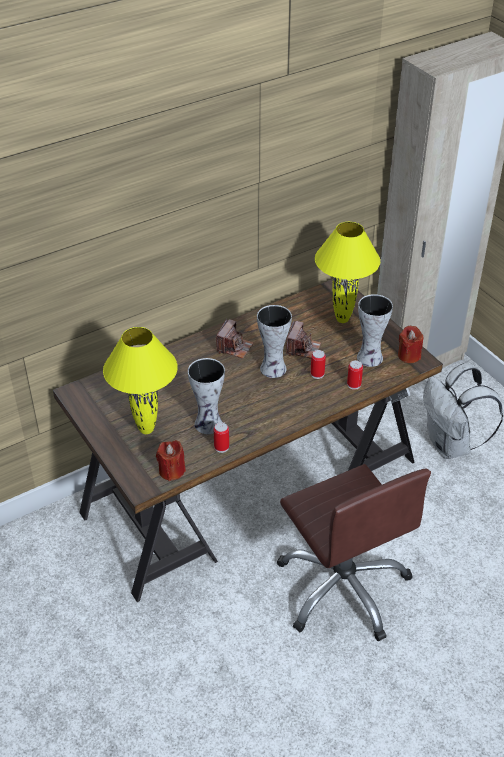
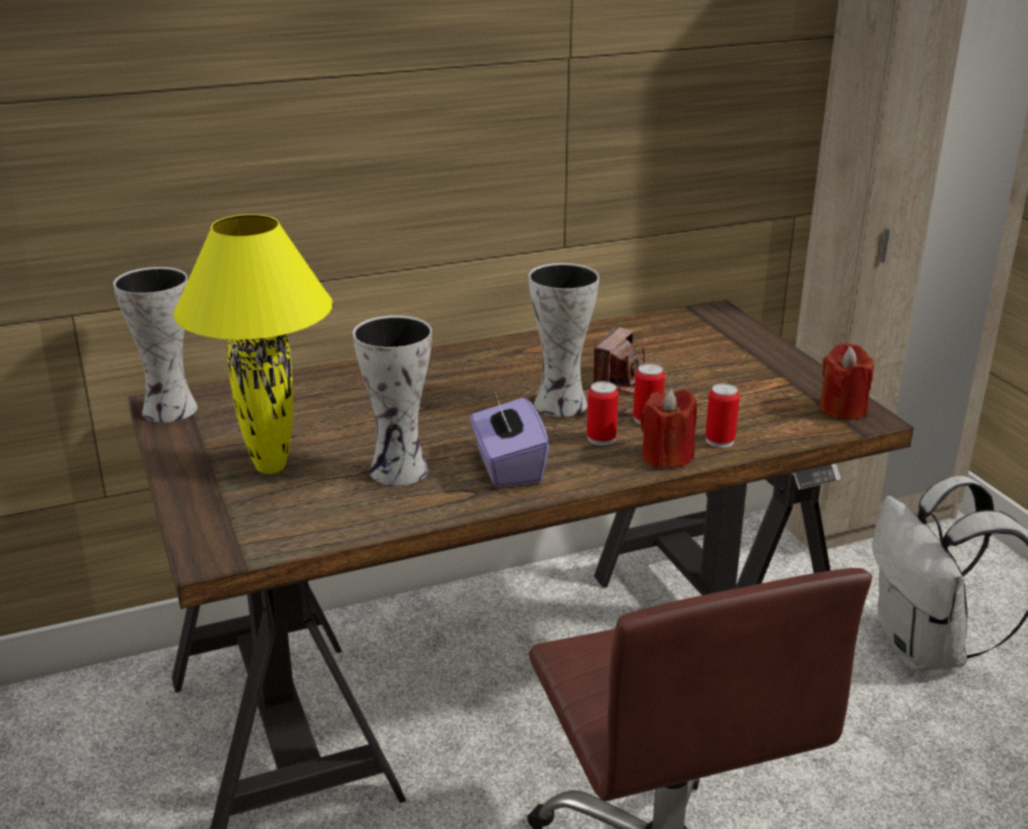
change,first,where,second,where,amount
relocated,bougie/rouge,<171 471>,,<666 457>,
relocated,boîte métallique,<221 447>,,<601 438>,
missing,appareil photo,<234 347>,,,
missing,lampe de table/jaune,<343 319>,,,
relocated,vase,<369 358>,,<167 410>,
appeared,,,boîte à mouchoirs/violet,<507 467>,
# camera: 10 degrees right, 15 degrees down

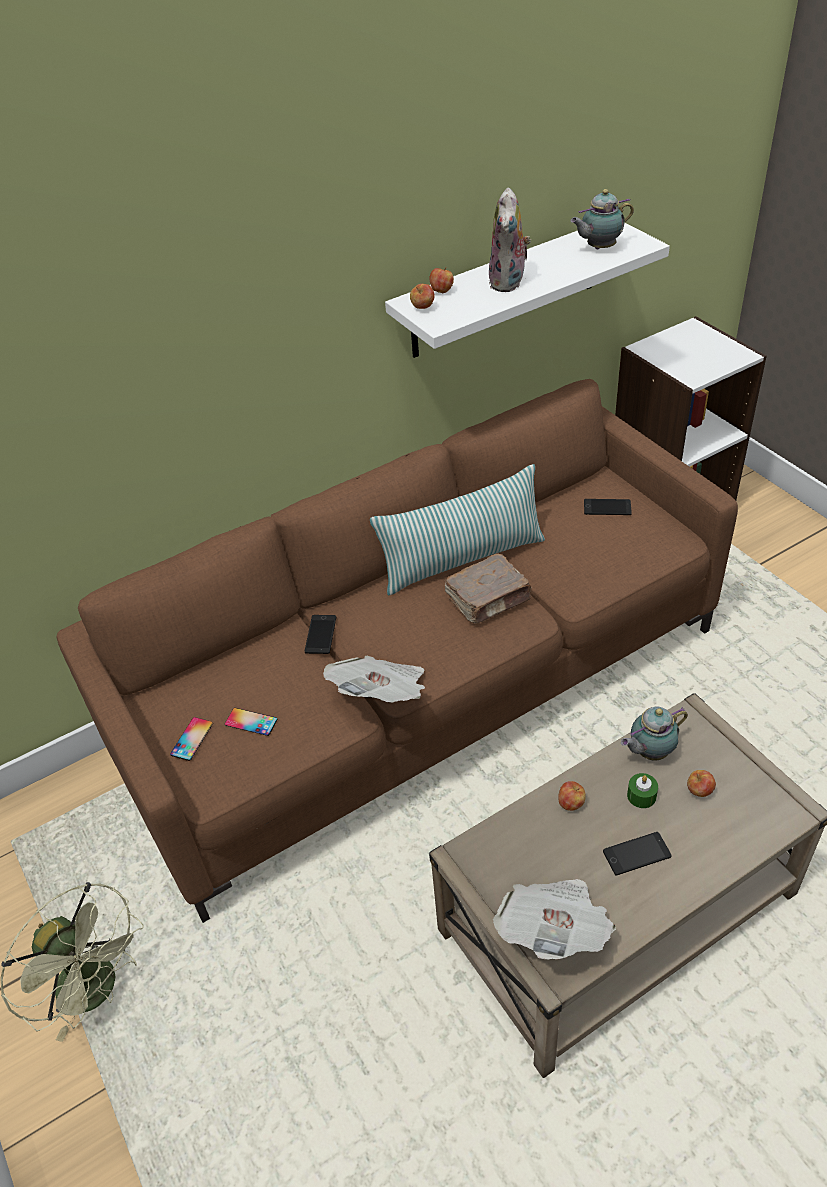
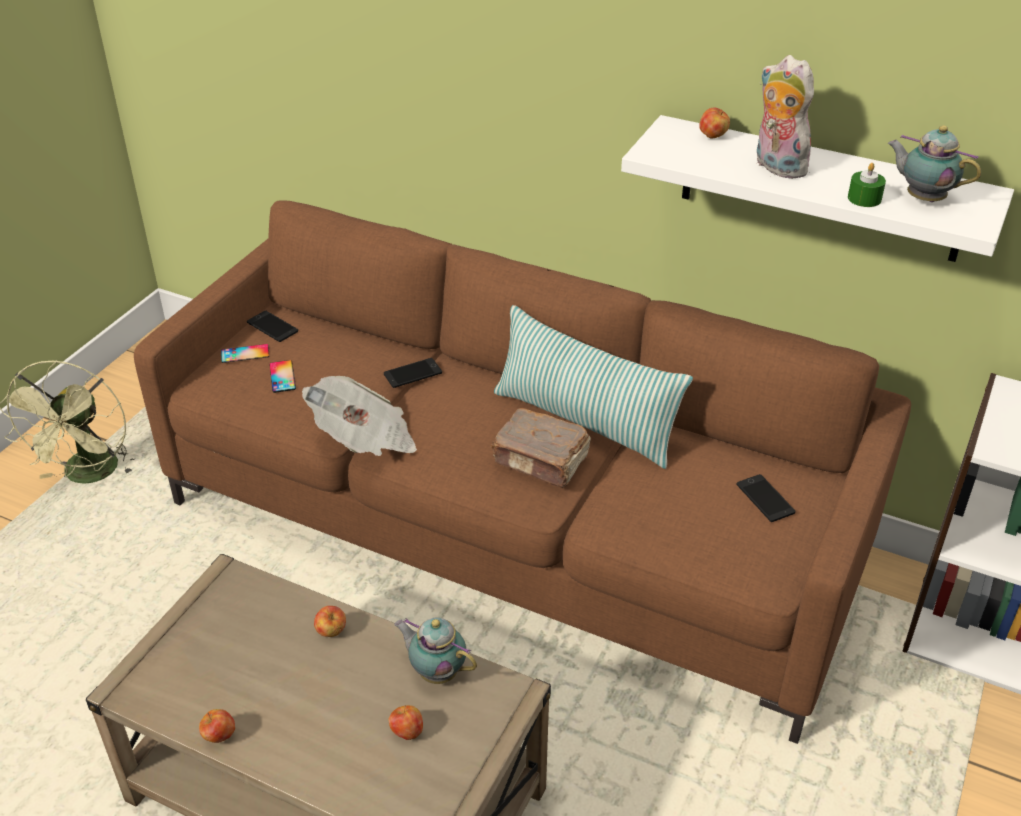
change,first,where,second,where,amount
relocated,pomme,<423 308>,,<219 736>,
spun,peluche,<509 282>,,<776 167>,75 degrees clockwise
missing,journal,<554 930>,,,
relocated,téléphone,<637 854>,,<272 327>,
relocated,bougie/vert,<641 796>,,<864 198>,
# camera: 55 degrees right, 5 degrees down

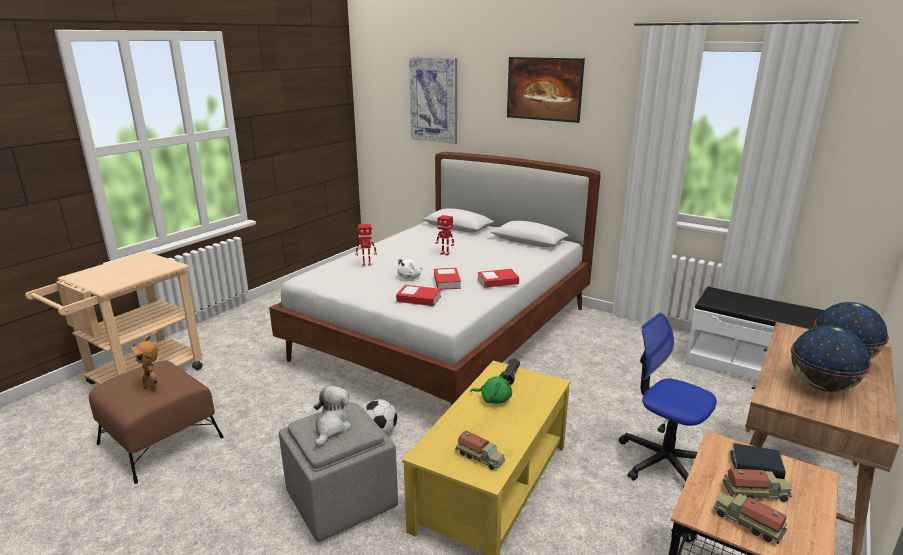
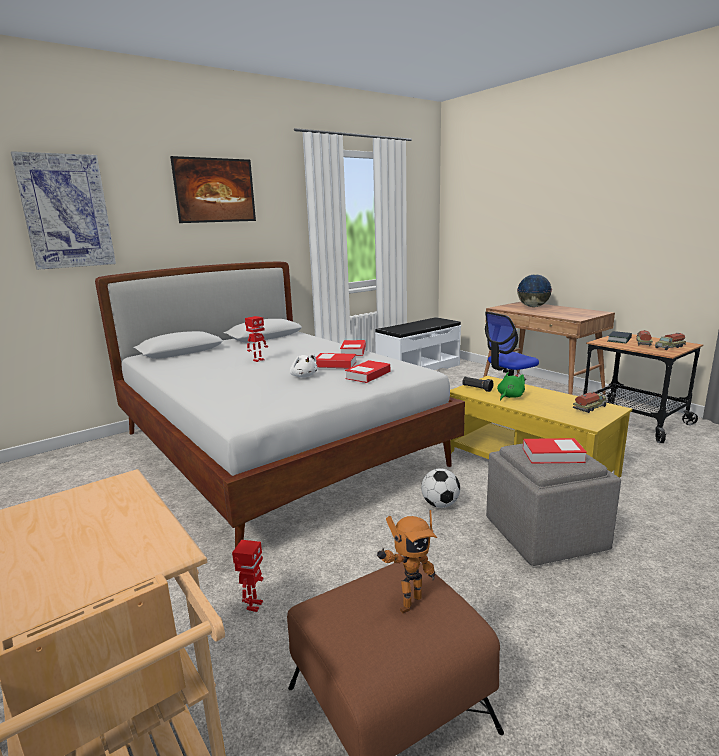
change,first,where,second,where,amount
exchanged,peluche,<331 428>,livre,<553 455>,
relocated,robot jouet,<366 264>,,<253 605>,
missing,globe,<821 386>,,,
# camera: 70 degrees left, 5 degrees down

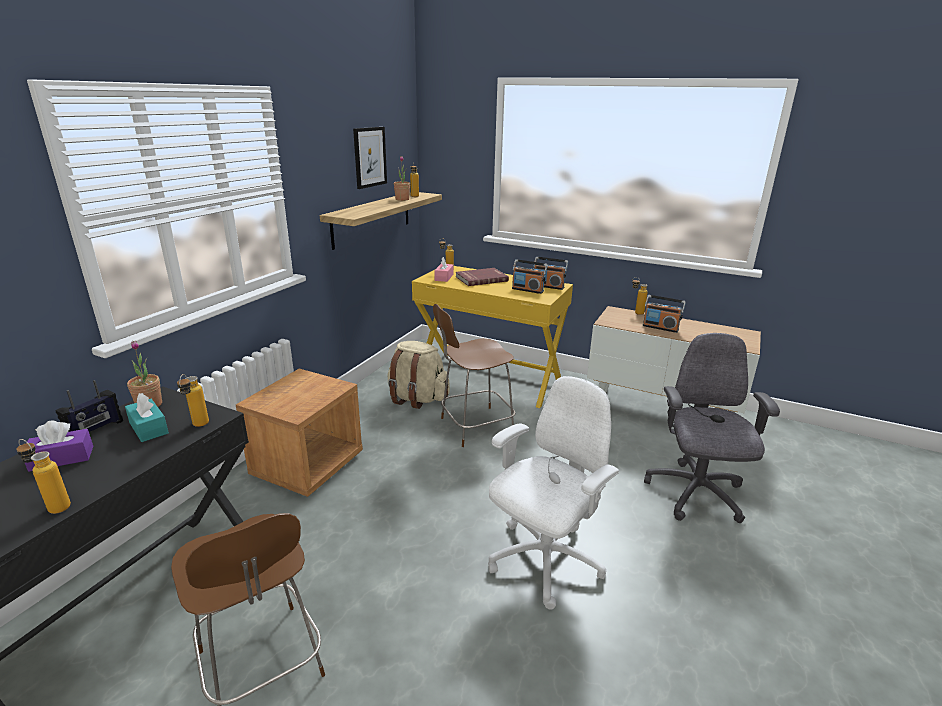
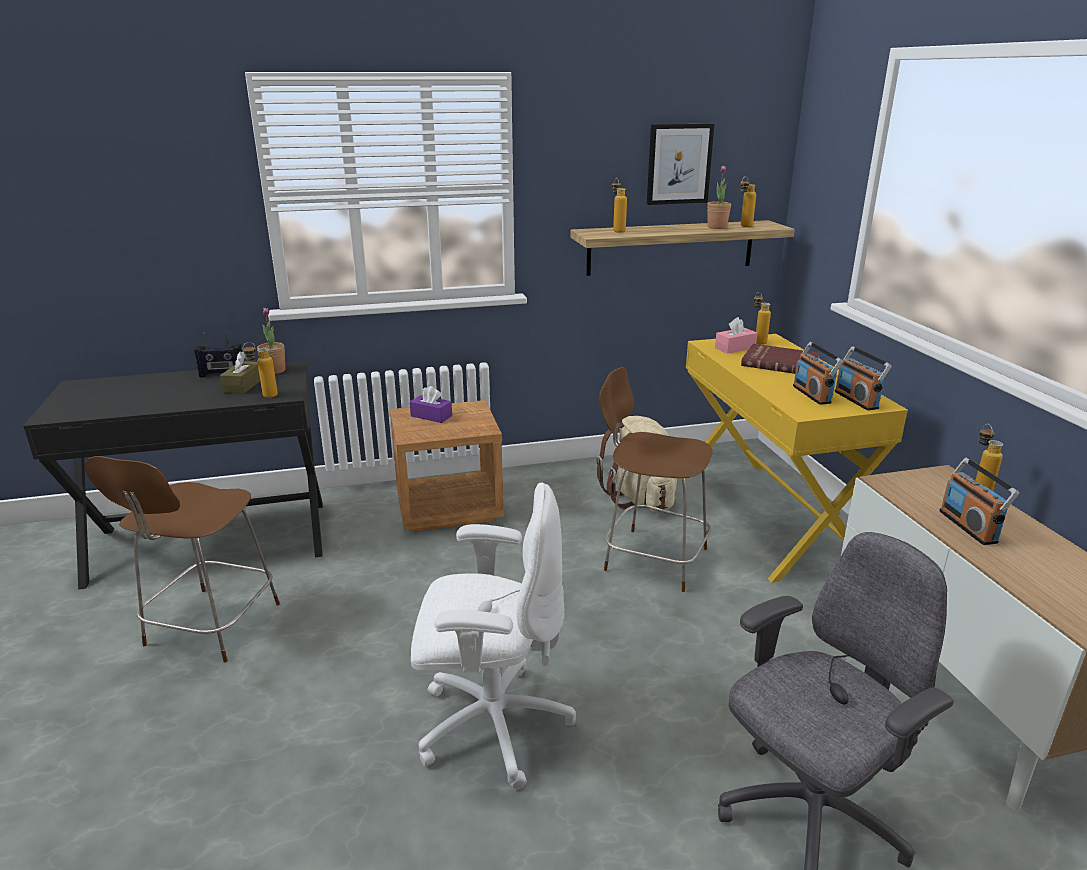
change,first,where,second,where,amount
relocated,bouteille,<54 506>,,<617 230>,
relocated,boîte à mouchoirs/violet,<62 458>,,<431 416>,
colour,boîte à mouchoirs/turquoise,<148 428>,boîte à mouchoirs/marron,<243 385>,
# camera: 50 degrees right, 0 degrees up

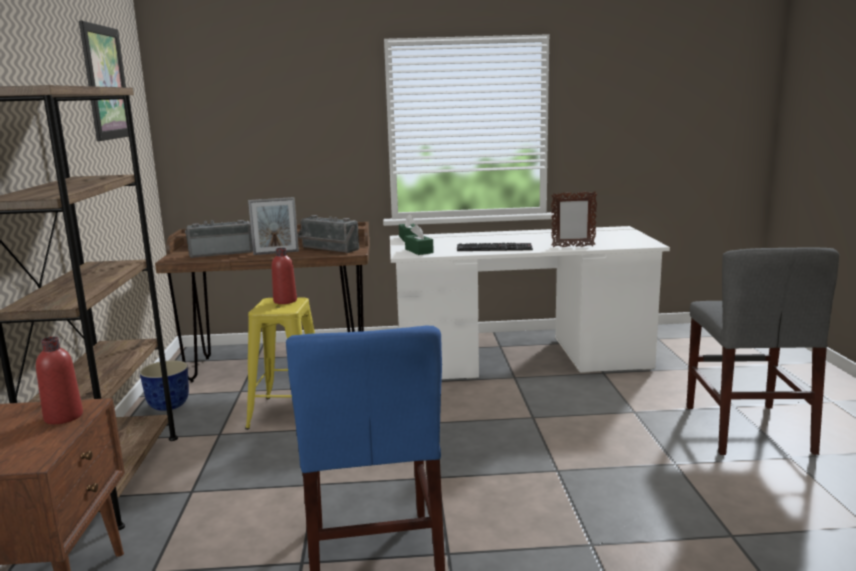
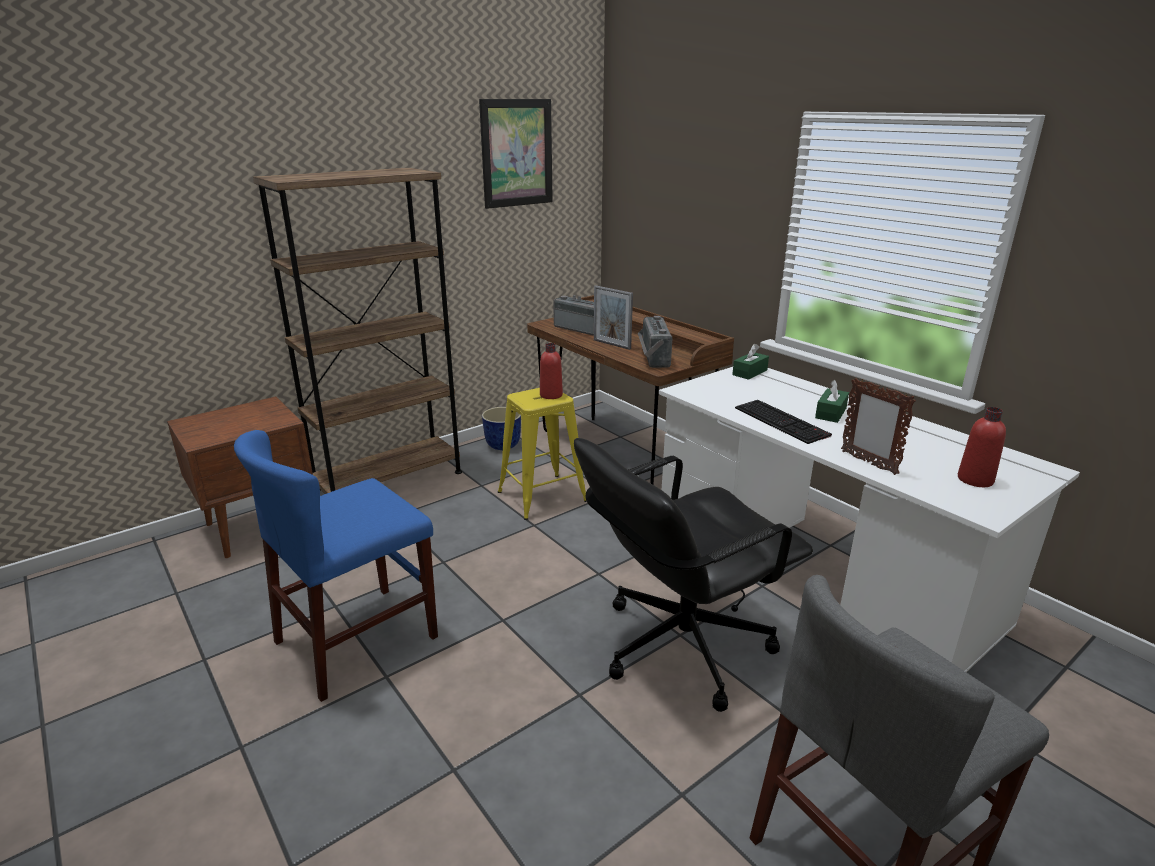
change,first,where,second,where,amount
relocated,bouteille/rouge,<63 417>,,<975 480>,
relocated,boîte à mouchoirs/vert,<419 251>,,<830 413>,
appeared,,,chaise de bureau/noir,<681 644>,
# camera: 55 degrees right, 10 degrees up

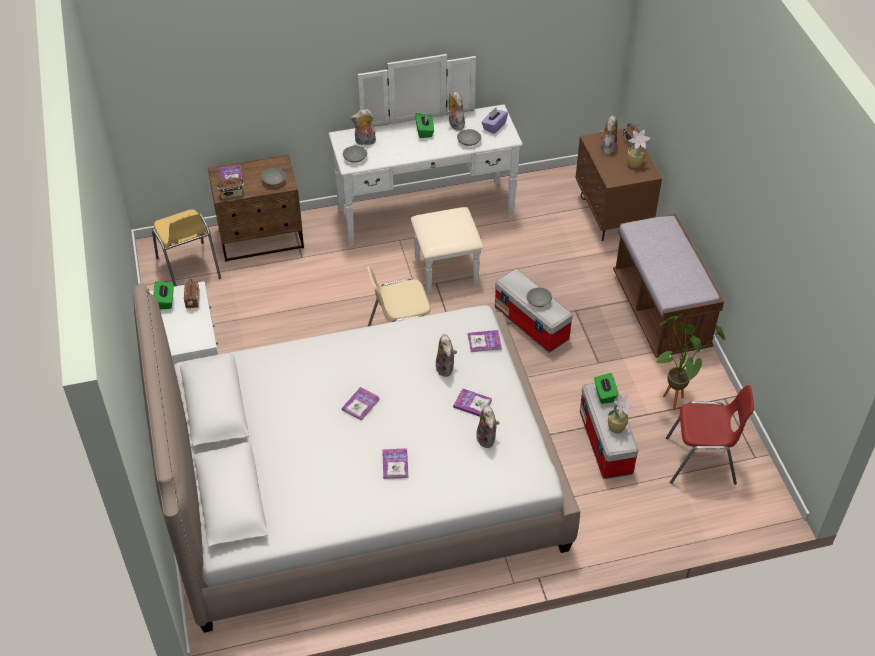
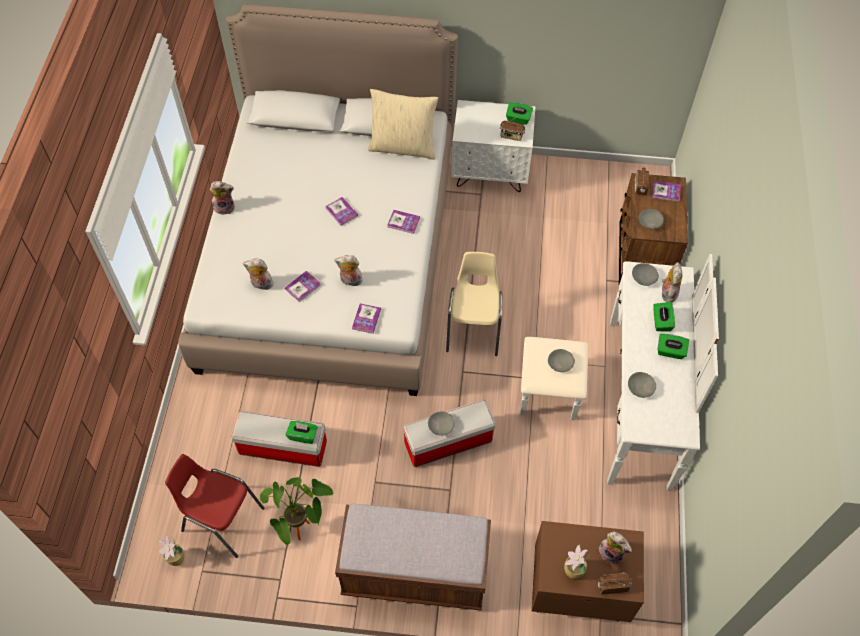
change,first,where,second,where,amount
missing,chaise/jaune,<189 268>,,,
relocated,livre,<395 464>,,<403 222>,
relocated,peluche,<454 124>,,<225 207>,
missing,boîte à mouchoirs/violet,<494 126>,,,
relocated,plante en pot,<617 427>,,<176 559>,
spun,chaise/rouge,<701 462>,,<222 519>,90 degrees clockwise
appeared,,,coussin/beige,<403 146>,
appeared,,,bol/gris,<559 363>,
appeared,,,boîte à mouchoirs/vert,<661 322>,
# camera: 110 degrees right, 10 degrees up

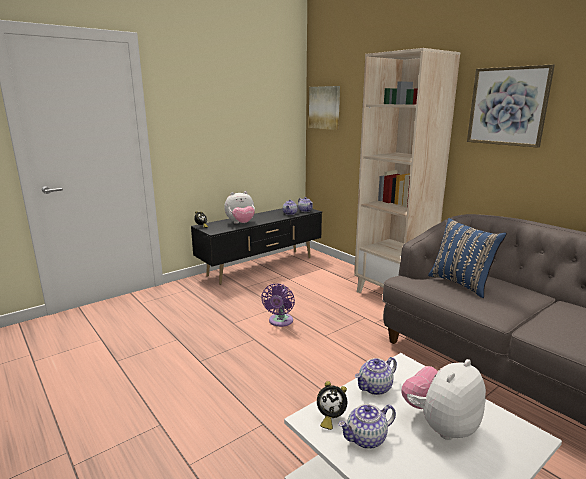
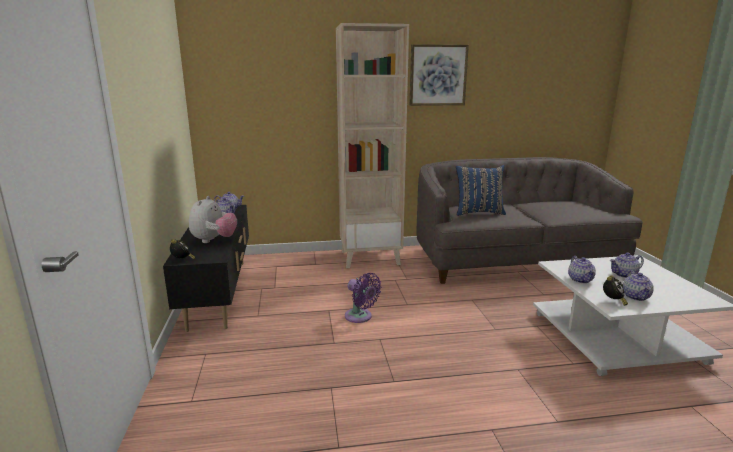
change,first,where,second,where,amount
missing,tableau,<325 107>,,,
exchanged,peluche,<440 425>,théière,<624 275>,
# camera: 60 degrees left, 0 degrees up

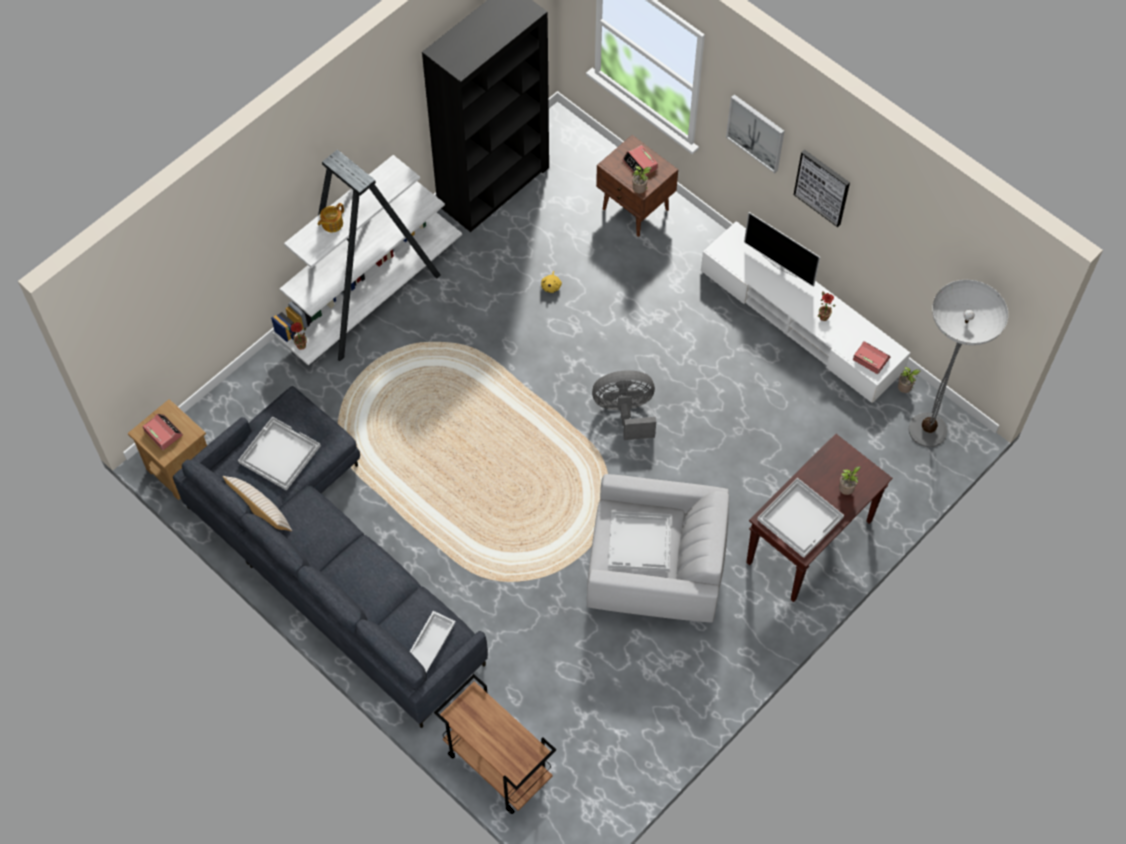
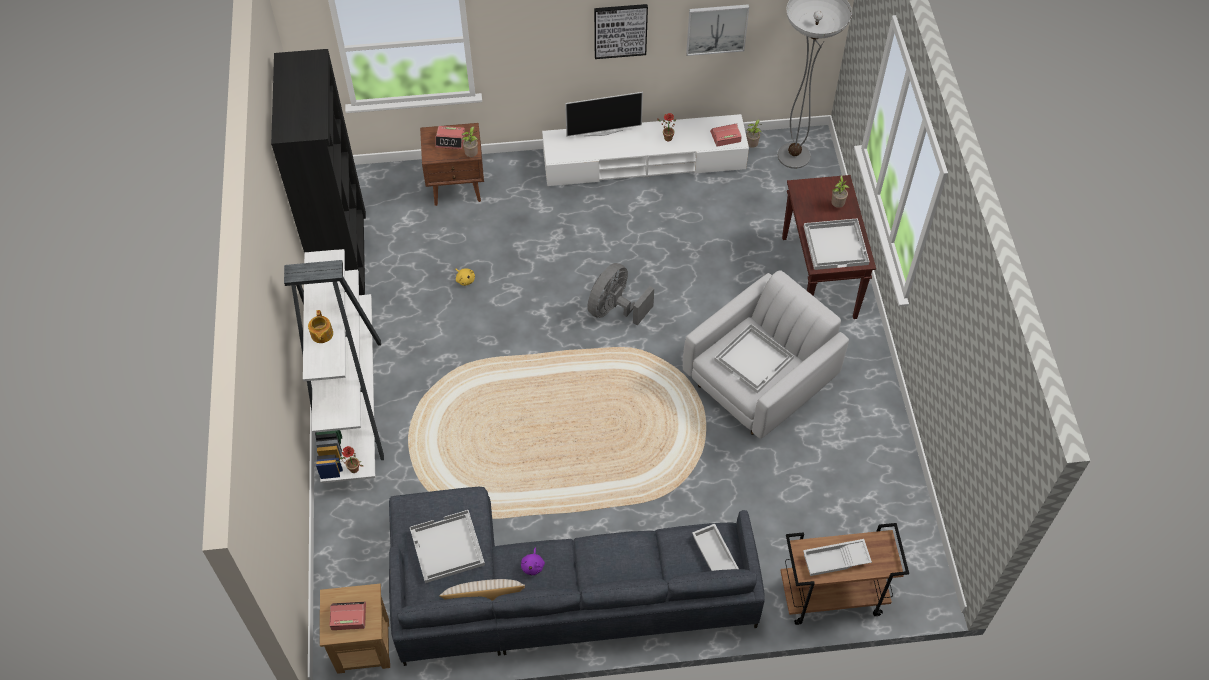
change,first,where,second,where,amount
relocated,tableau,<756 132>,,<716 29>,
appeared,,,peluche/violet,<533 565>,
appeared,,,plateau/blanc,<835 560>,
# camera: 50 degrees left, 5 degrees down

